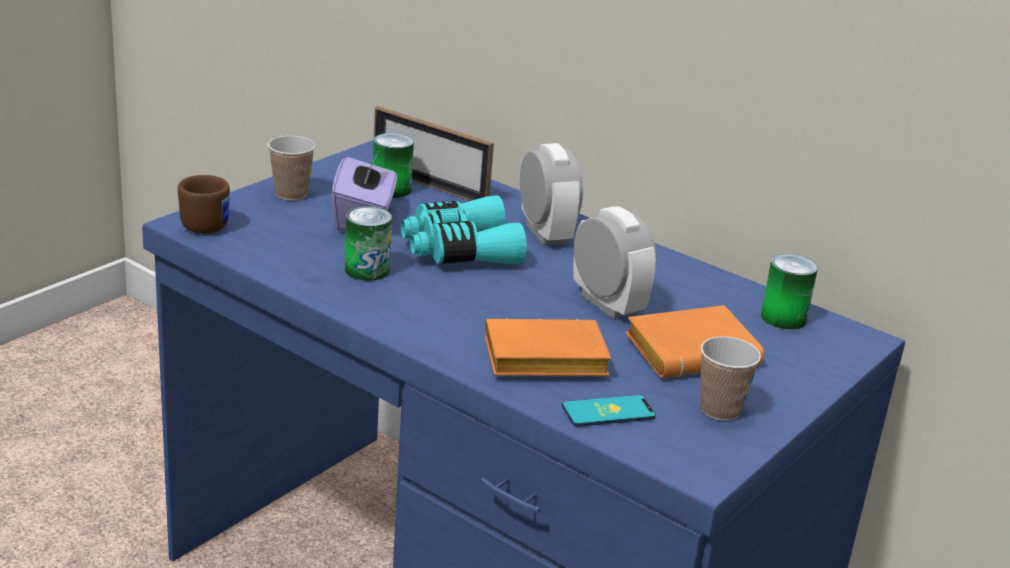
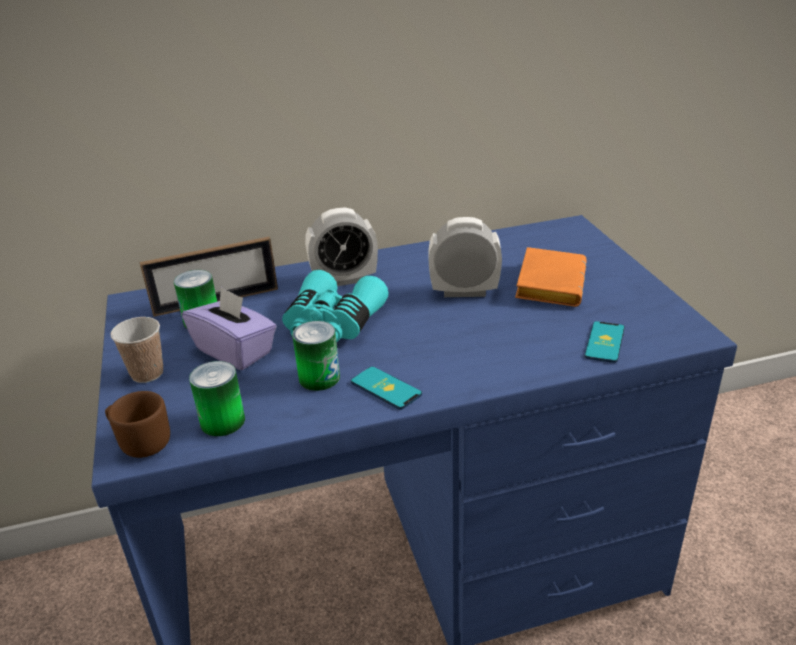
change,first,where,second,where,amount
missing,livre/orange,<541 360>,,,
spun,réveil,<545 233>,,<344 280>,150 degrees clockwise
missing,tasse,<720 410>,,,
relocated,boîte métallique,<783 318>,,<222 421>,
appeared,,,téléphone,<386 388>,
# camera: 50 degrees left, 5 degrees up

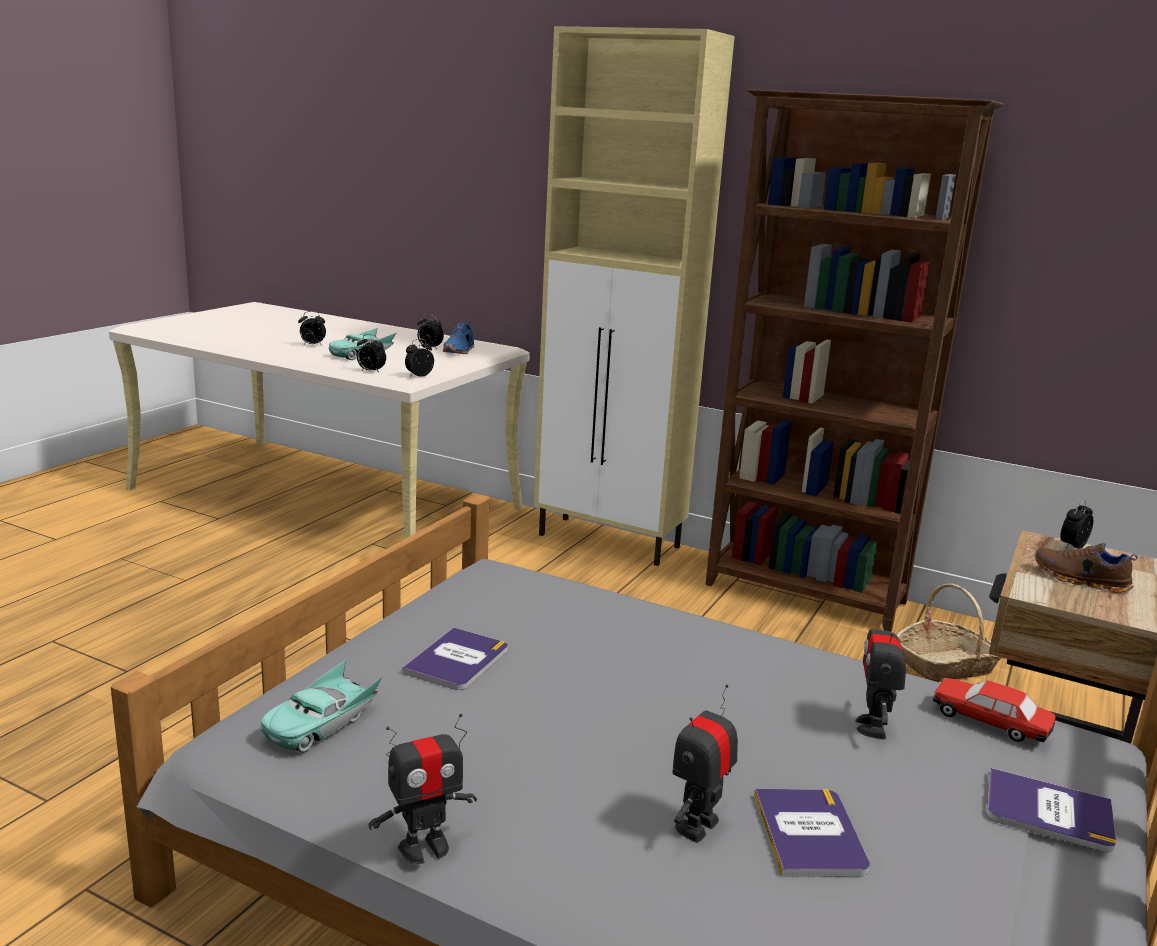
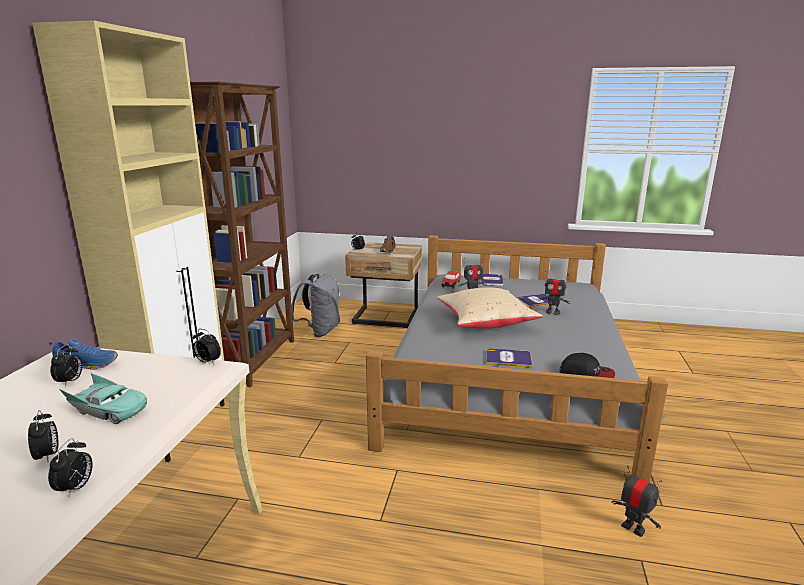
change,first,where,second,where,amount
exchanged,petite voiture/turquoise,<321 724>,casquette,<586 374>,
relocated,réveil,<370 371>,,<76 488>,
relocated,robot jouet,<424 847>,,<633 528>,
exchanged,panier,<946 665>,sac à dos/gris,<320 331>,
appeared,,,coussin/beige,<485 322>,
# camera: 105 degrees left, 0 degrees up

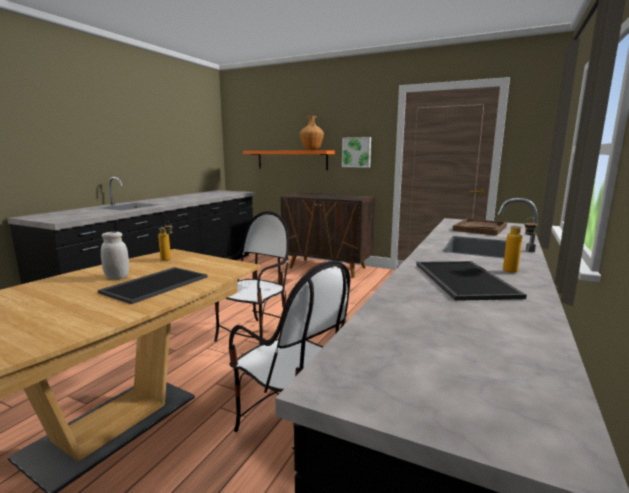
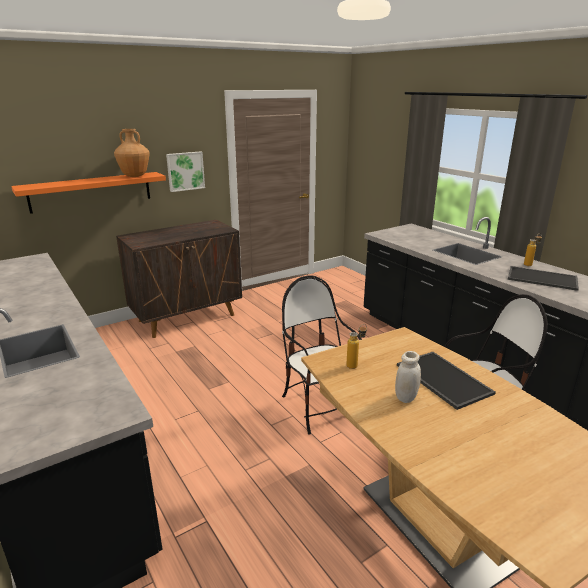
change,first,where,second,where,amount
missing,plateau/marron,<480 228>,,,
# camera: 60 degrees left, 10 degrees up

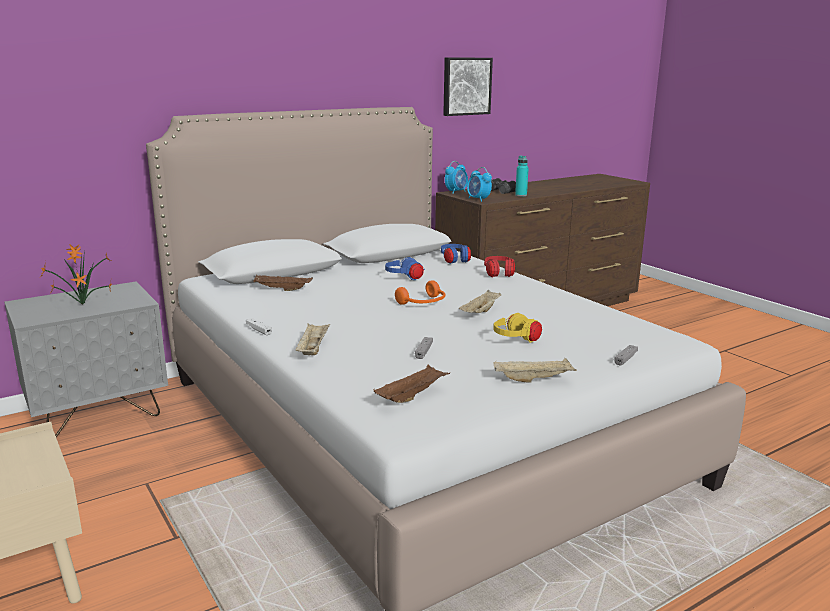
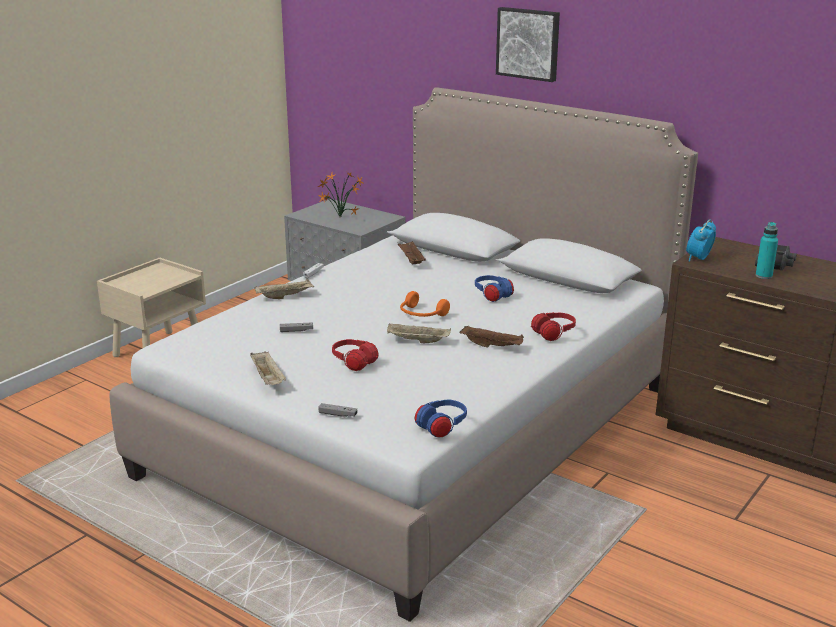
change,first,where,second,where,amount
relocated,plateau/marron,<412 395>,,<492 346>,
relocated,casque audio/bleu,<455 261>,,<441 428>,
relocated,tableau,<466 86>,,<528 43>,
missing,réveil,<456 192>,,,
colour,casque audio/jaune,<516 340>,casque audio/rouge,<354 364>,
# camera: 70 degrees right, 5 degrees up

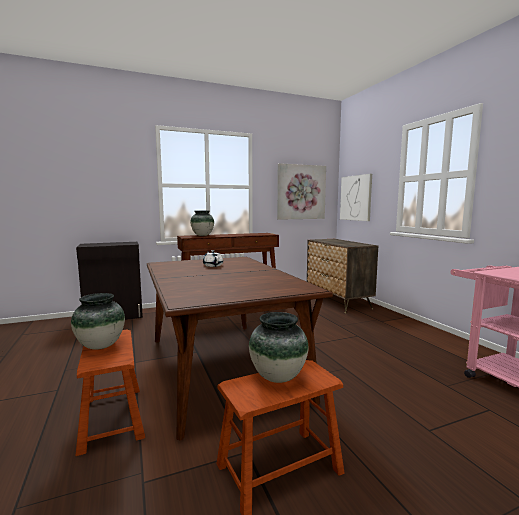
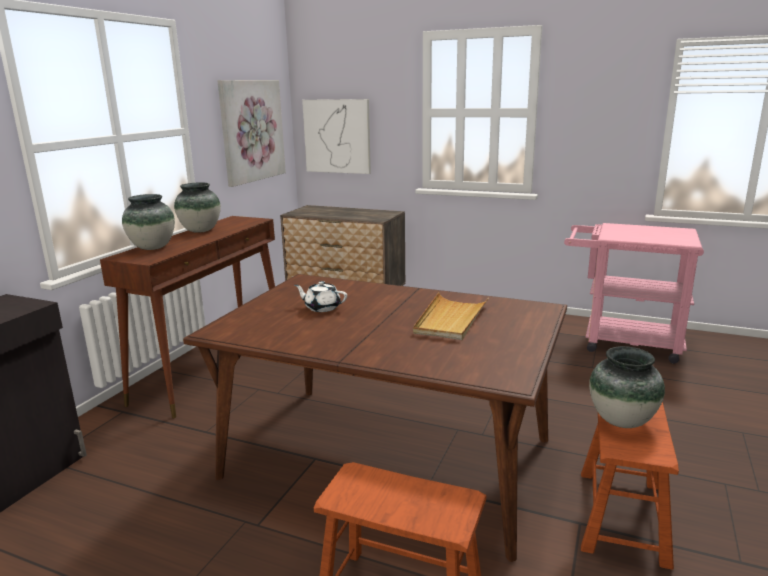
change,first,where,second,where,amount
relocated,vase,<100 345>,,<200 230>,
appeared,,,plateau/beige,<450 319>,
# camera: 45 degrees left, 10 degrees up

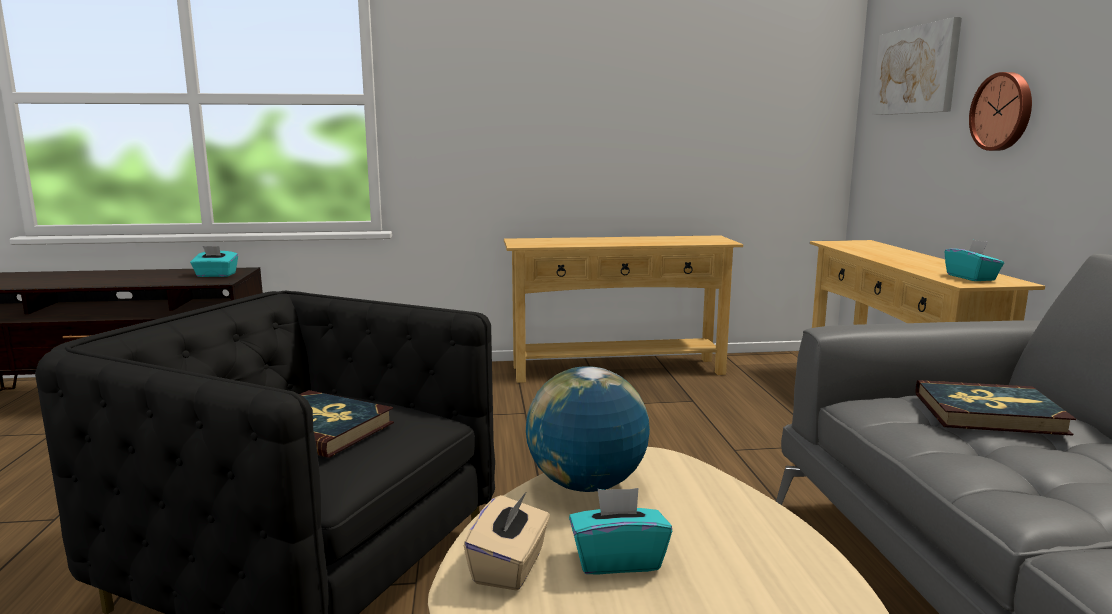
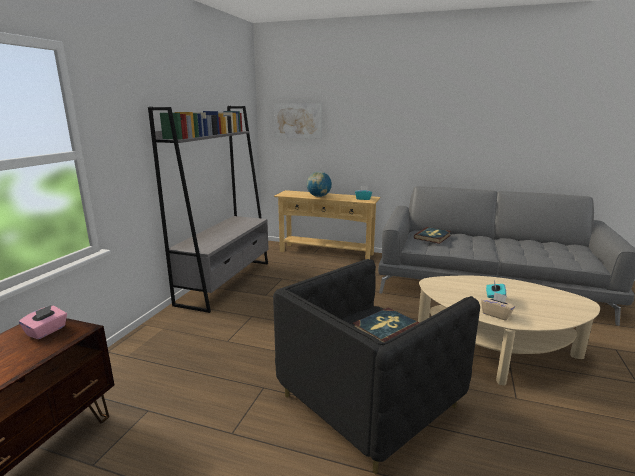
change,first,where,second,where,amount
colour,boîte à mouchoirs/turquoise,<216 275>,boîte à mouchoirs/rose,<47 331>,
exchanged,table console/beige,<617 370>,bibliothèque/gris,<226 282>,
relocated,globe,<586 485>,,<319 196>,
missing,horloge murale,<1003 111>,,,
# camera: 65 degrees left, 5 degrees up

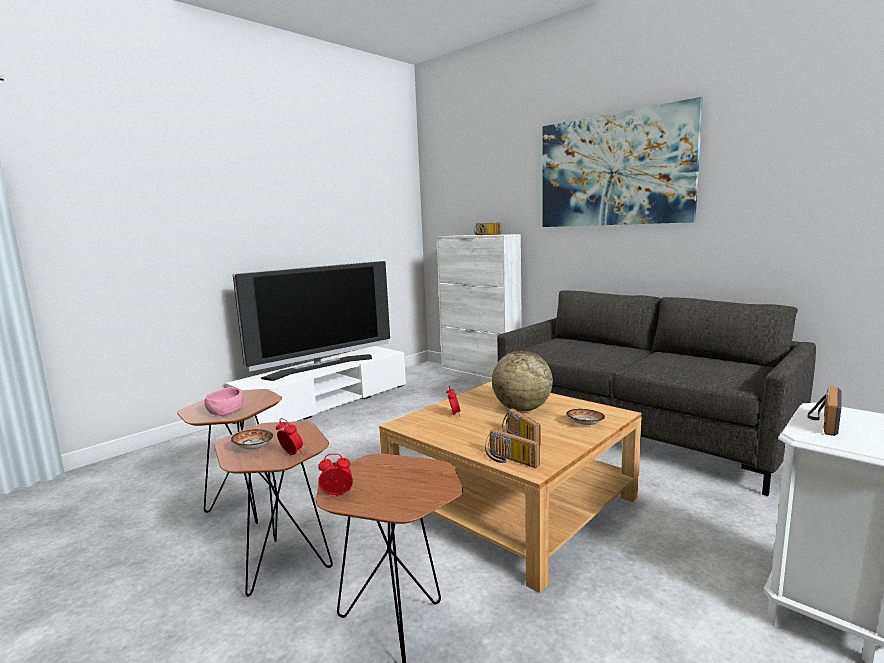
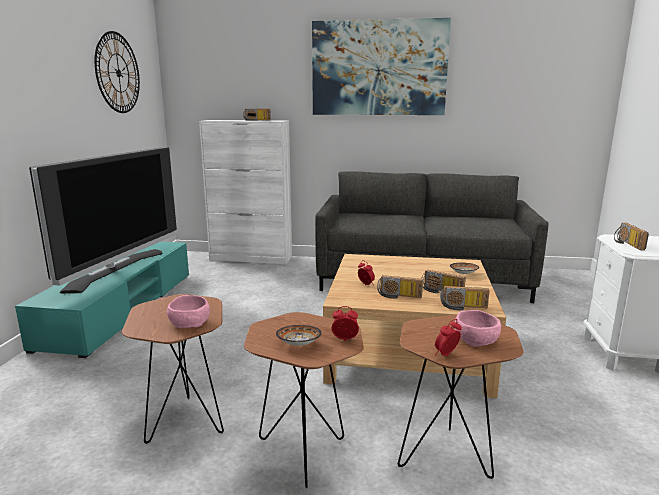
change,first,where,second,where,amount
colour,meuble télé/blanc,<325 402>,meuble télé/turquoise,<121 308>,
missing,globe,<522 409>,,,
appeared,,,horloge murale,<118 73>,
appeared,,,radio,<398 296>,
appeared,,,bol/rose,<477 340>,
# camera: 35 degrees left, 5 degrees up

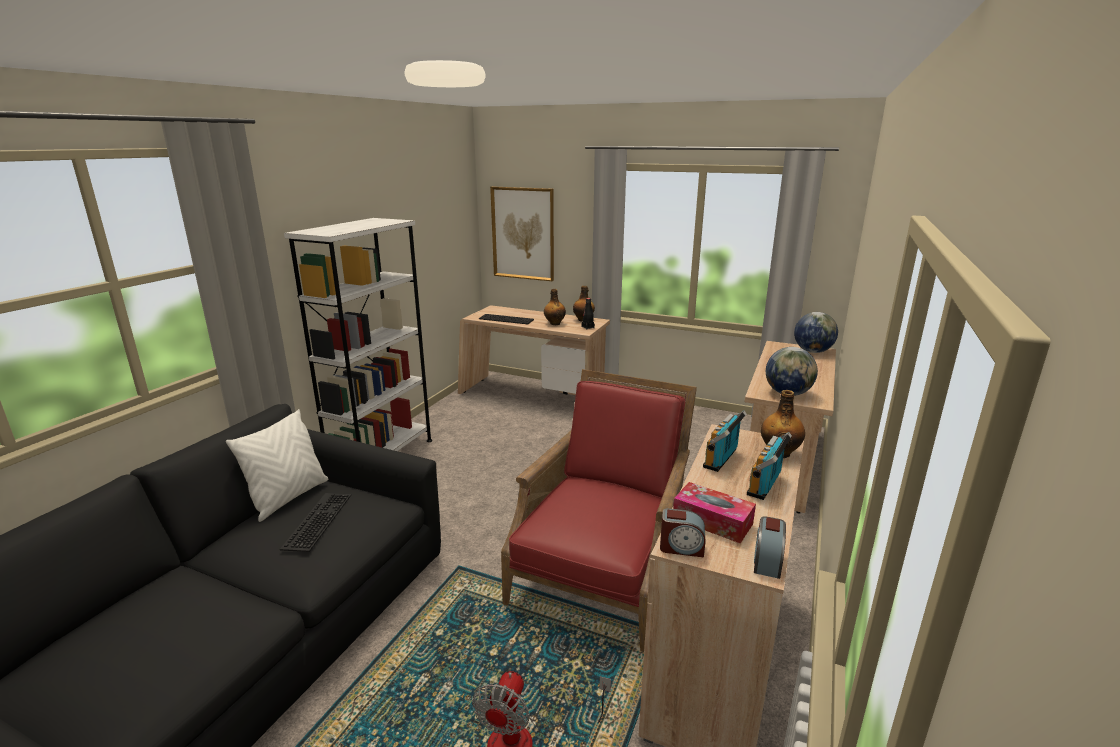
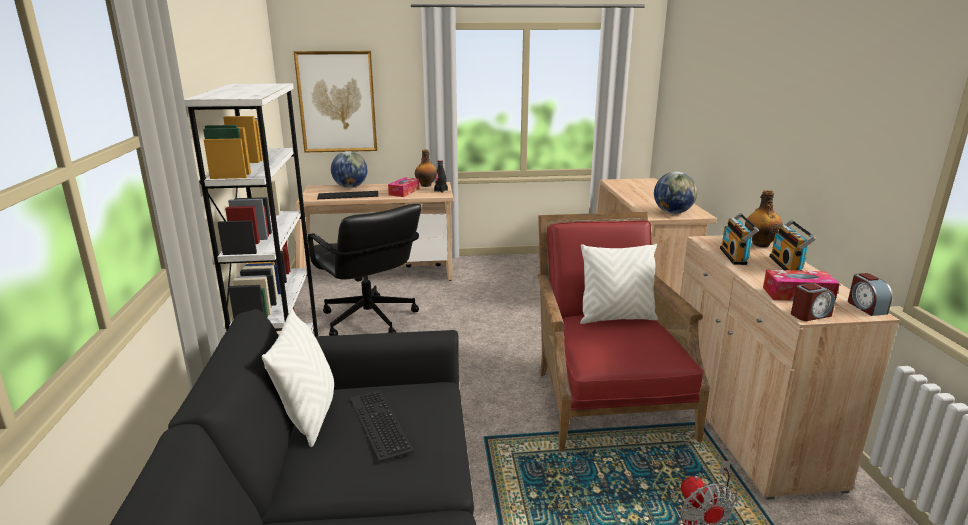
change,first,where,second,where,amount
exchanged,bouteille,<554 323>,boîte à mouchoirs,<404 192>,
relocated,globe,<812 351>,,<350 187>,
appeared,,,chaise de bureau/noir,<368 320>,
appeared,,,coussin/blanc,<616 318>,
# camera: 30 degrees left, 0 degrees up

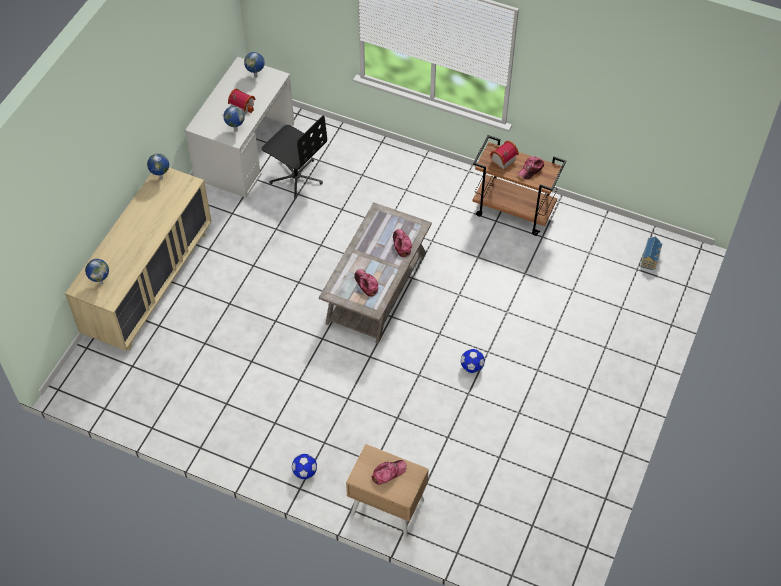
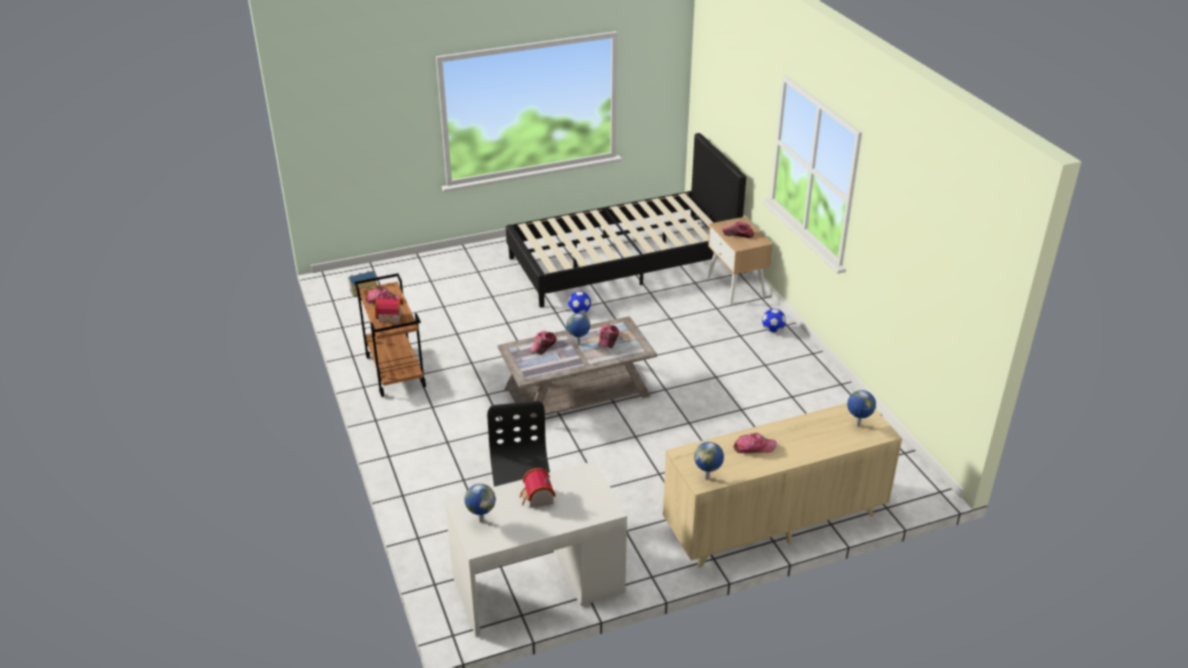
change,first,where,second,where,amount
relocated,globe,<235 130>,,<578 344>,
appeared,,,lit/noir,<622 262>,
appeared,,,casquette,<754 447>,
# camera: 135 degrees left, 20 degrees down

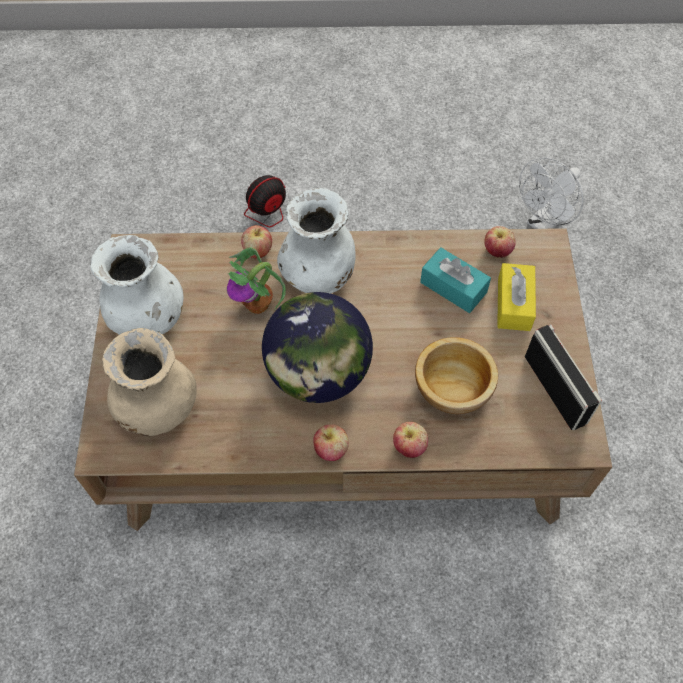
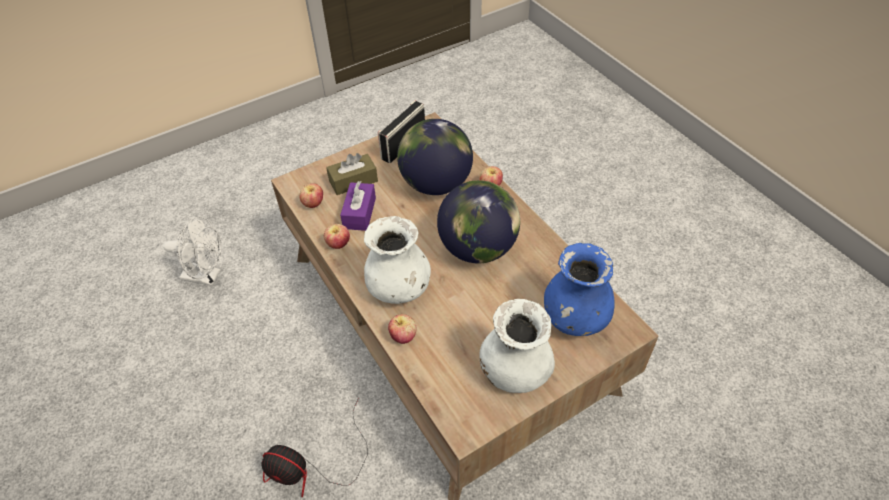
change,first,where,second,where,amount
colour,vase/beige,<158 408>,vase/bleu,<575 318>,
missing,plante en pot,<258 304>,,,
relocated,pomme,<331 450>,,<338 244>,
exchanged,bol,<454 387>,globe,<435 184>,
colour,boîte à mouchoirs/turquoise,<453 287>,boîte à mouchoirs/violet,<359 213>,
colour,boîte à mouchoirs/jaune,<513 304>,boîte à mouchoirs/marron,<353 181>,
# camera: 120 degrees left, 10 degrees down

